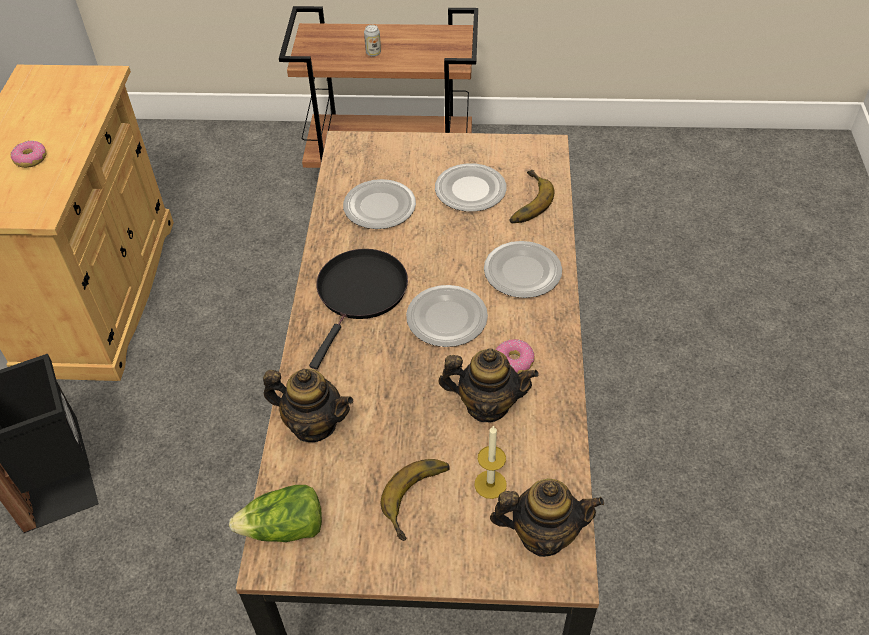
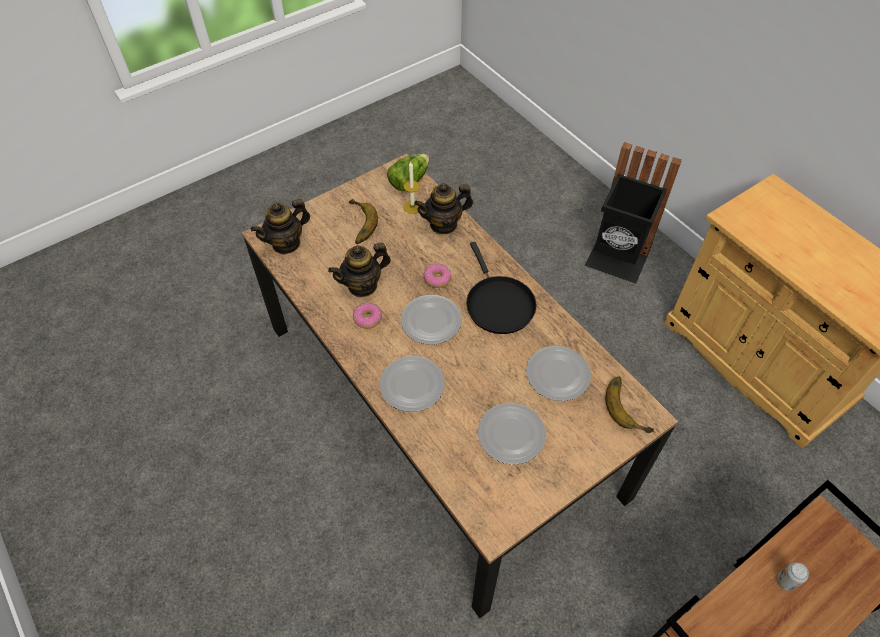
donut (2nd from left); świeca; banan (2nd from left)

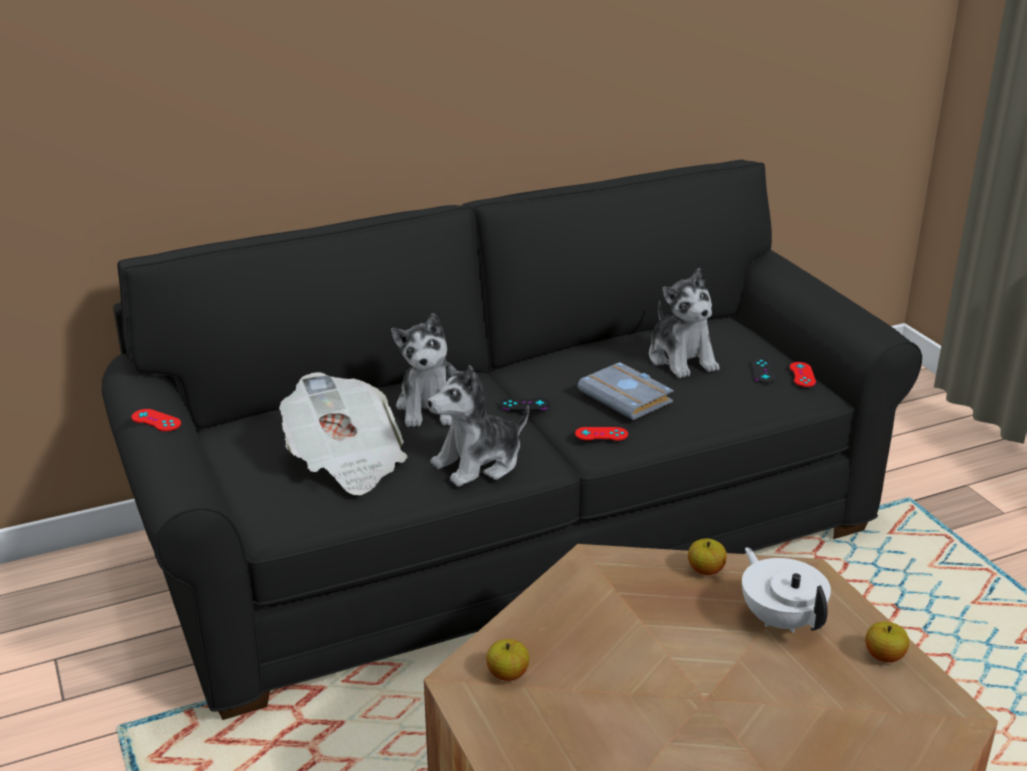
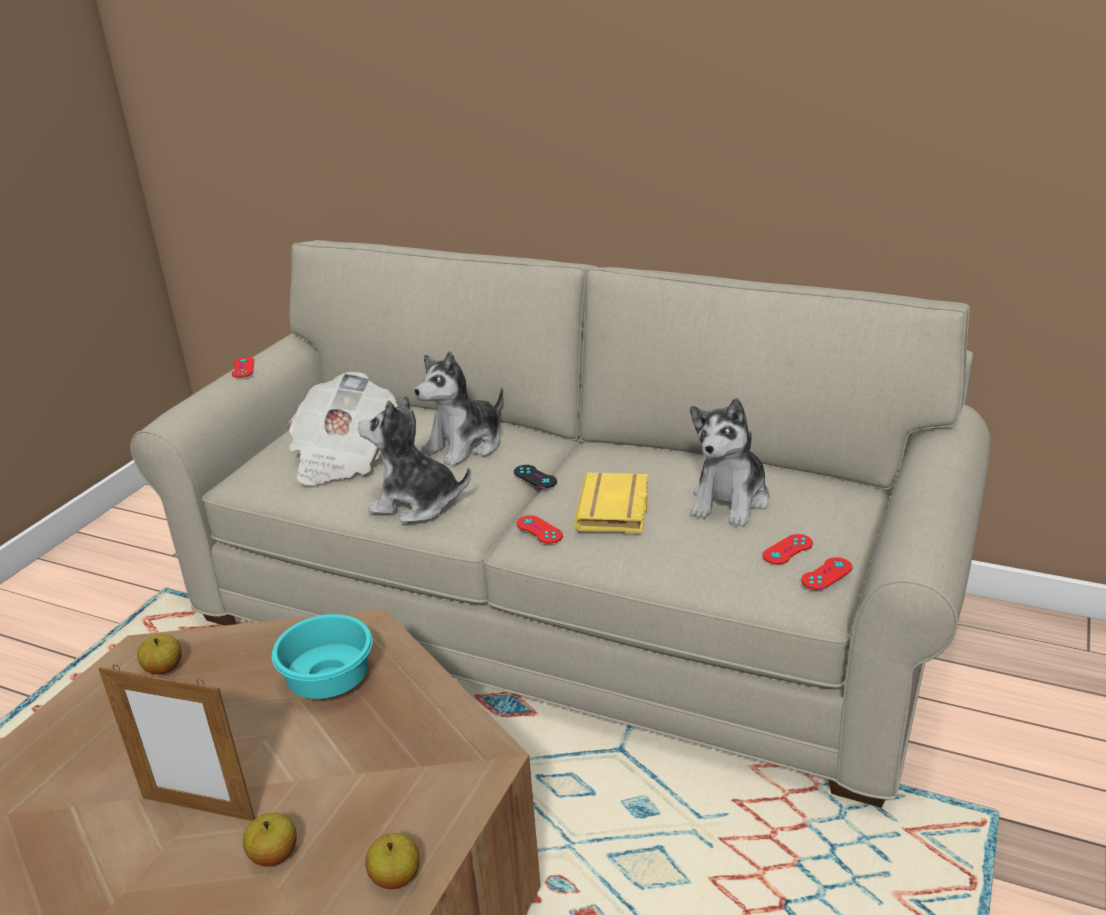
imbryk [biały]; ramka na zdjęcie; miska [turkusowy]; jabłko (2nd from left); kanapa [beżowy]; książka [żółty]; pad do gier [czerwony] (3rd from left)

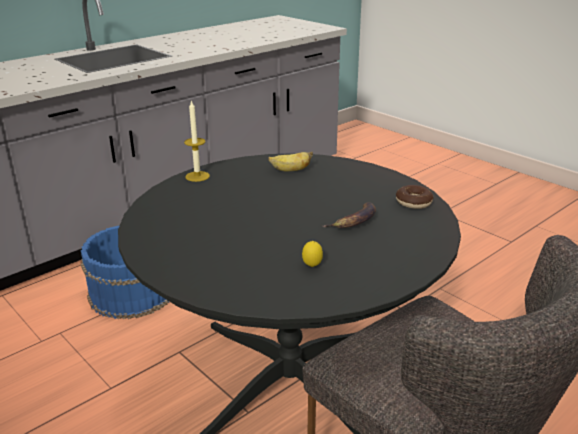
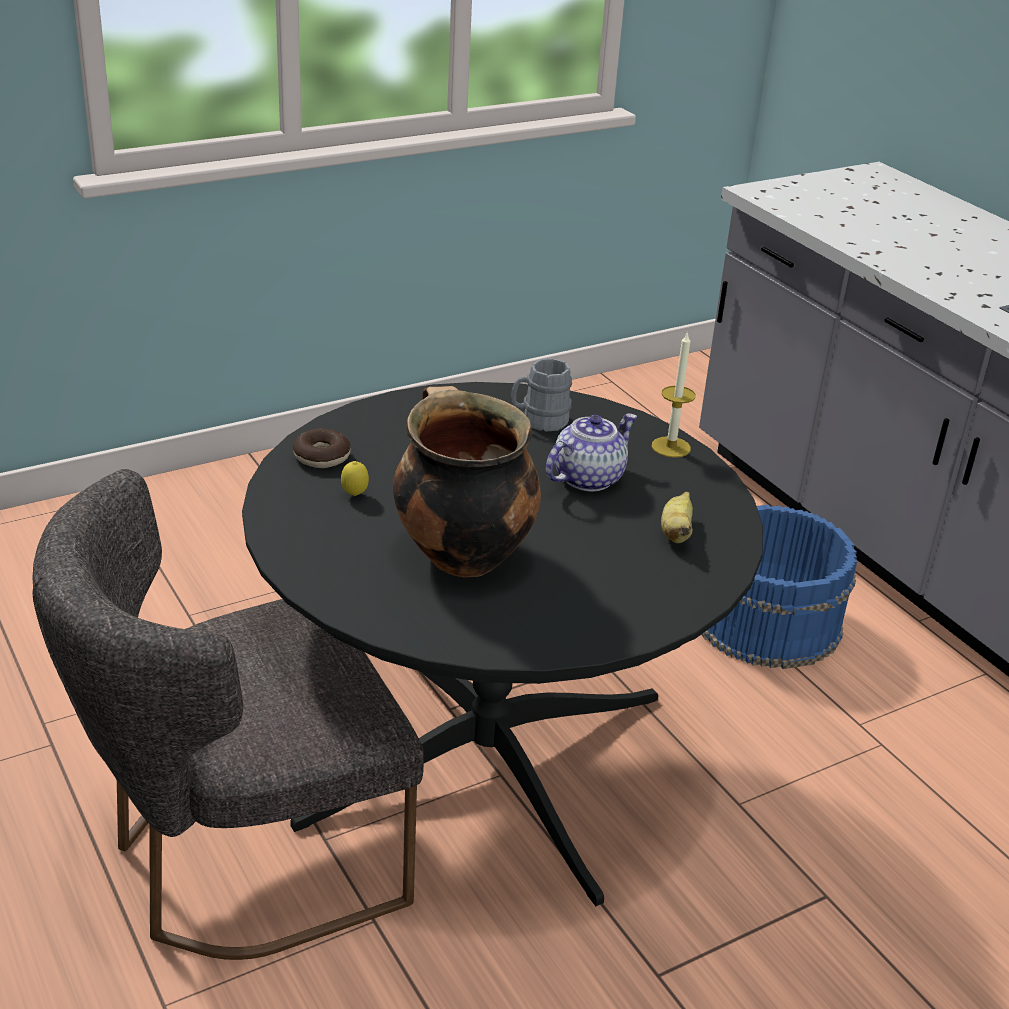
kubek [szary]; imbryk; donut; garnek

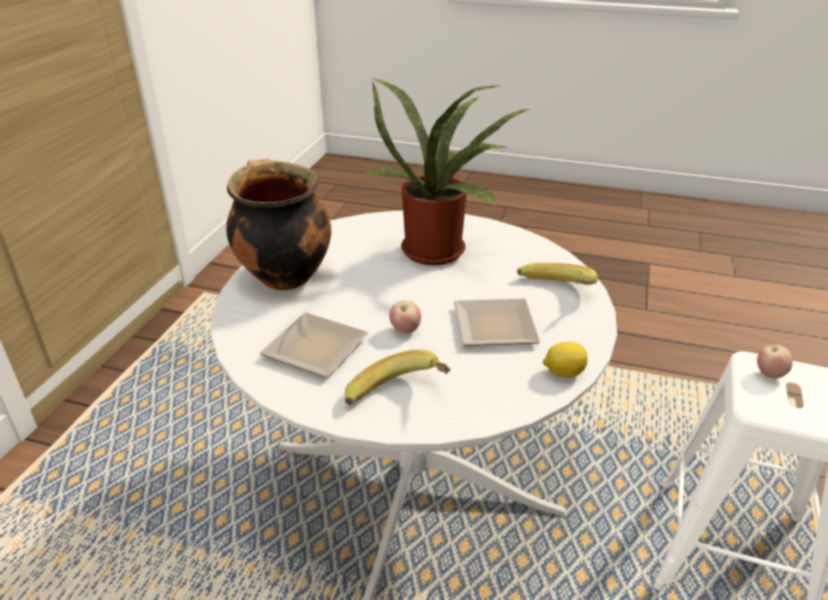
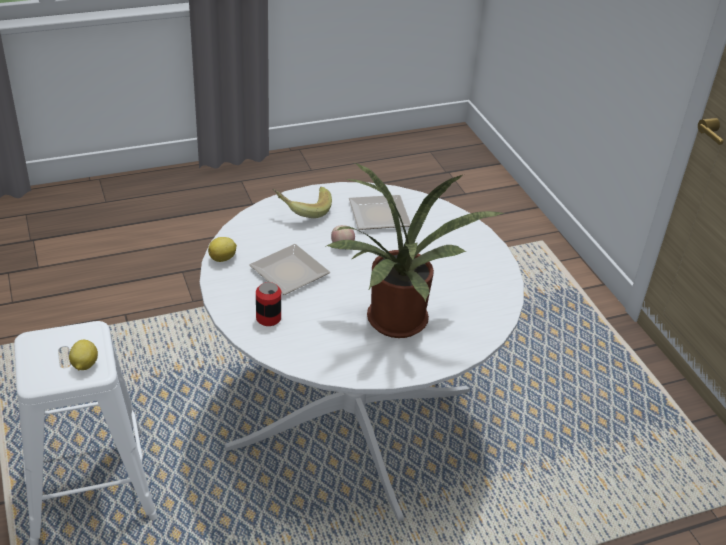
garnek; puszka; cytryna (1st from left)

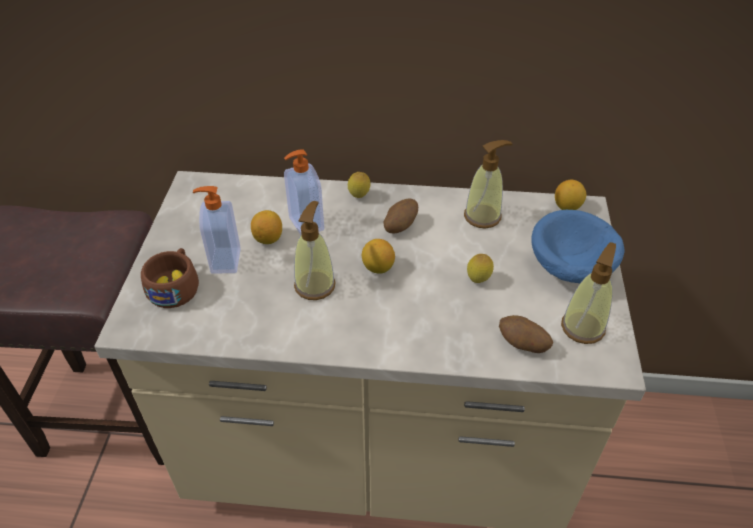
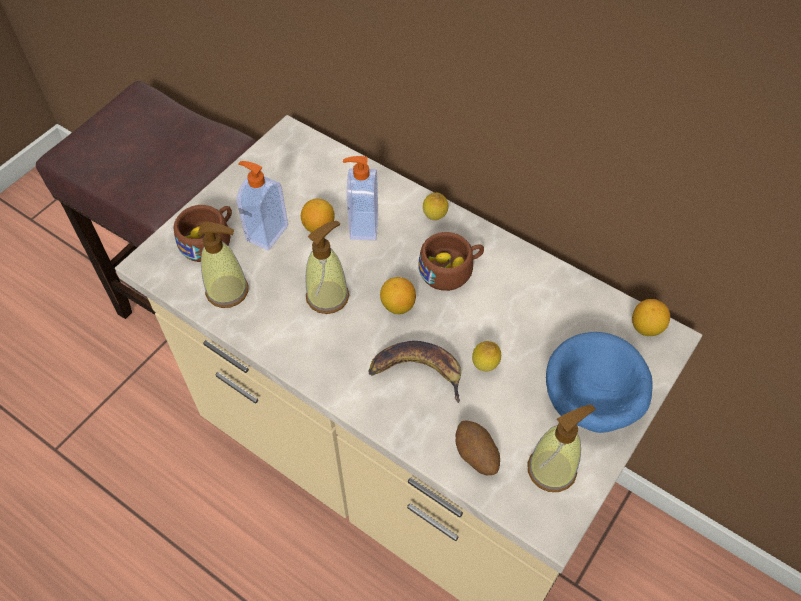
banan; dozownik mydła (1st from left); filiżanka [brązowy] (2nd from left)

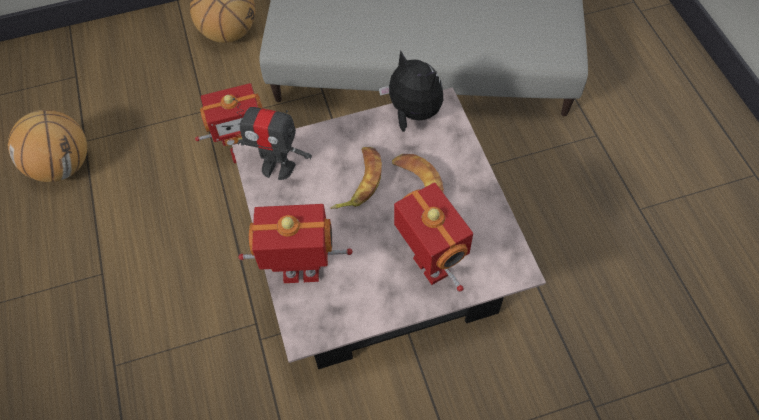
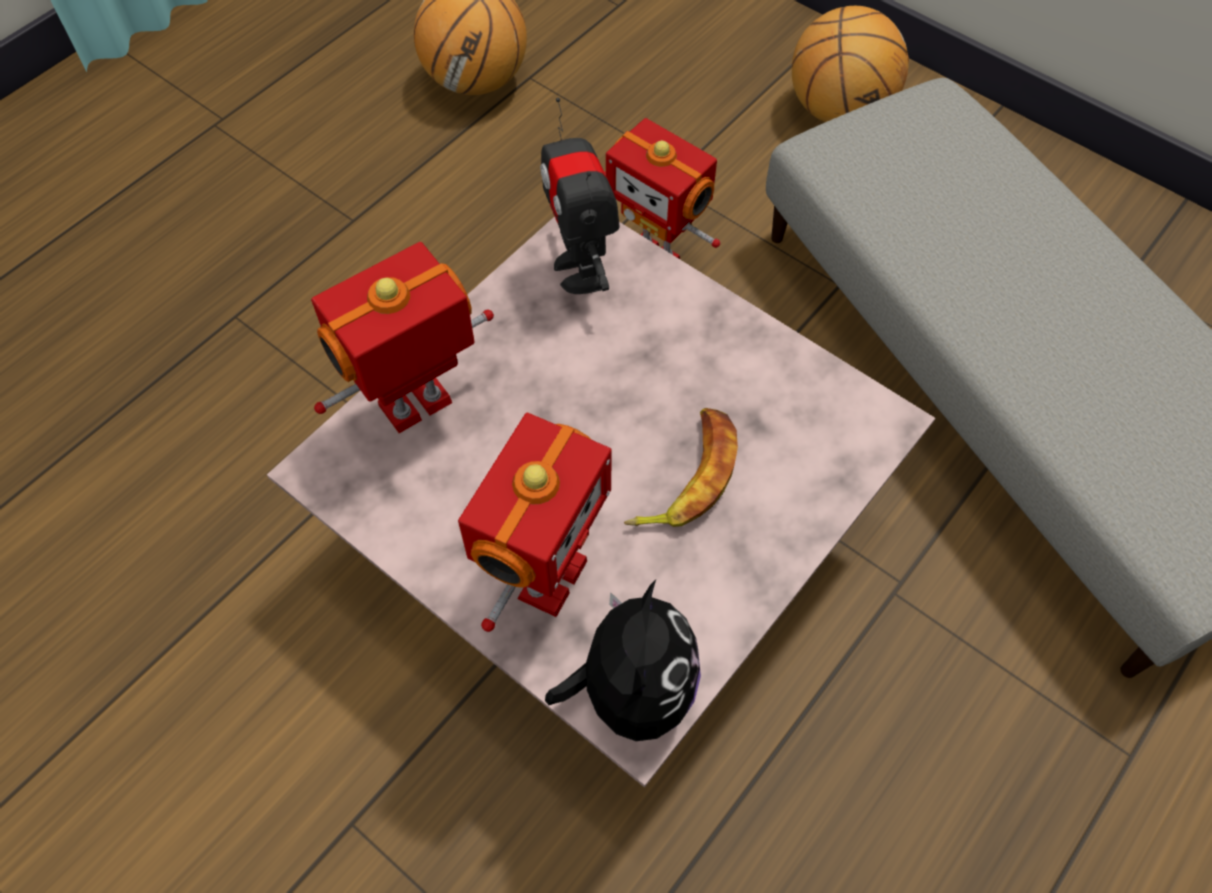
banan (1st from left in the first image); pluszak; robot zabawkowy (1st from left)

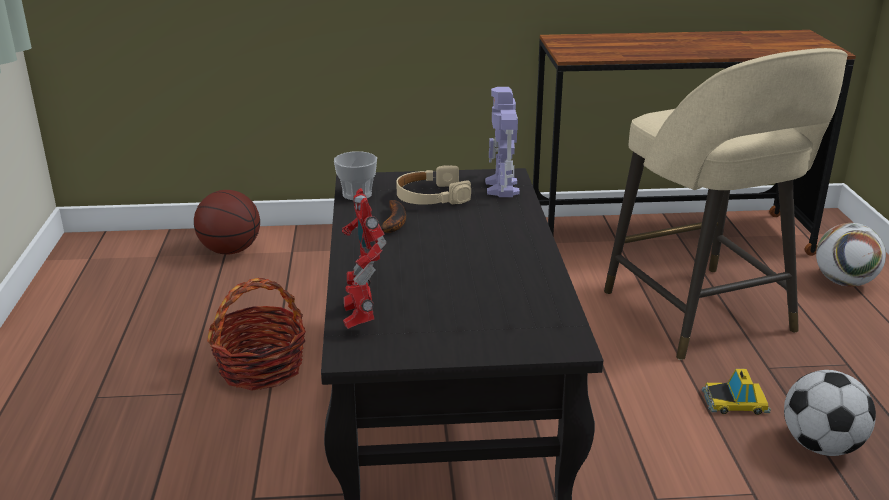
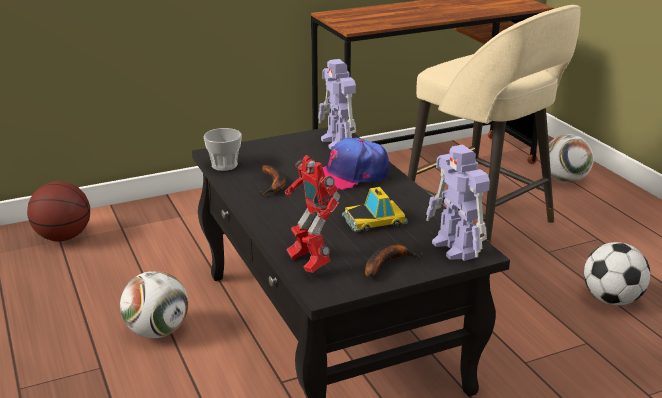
słuchawki [beżowy]; czapka z daszkiem; banan (2nd from left); robot zabawkowy (3rd from left); samochodzik; piłka futbolowa (1st from left)

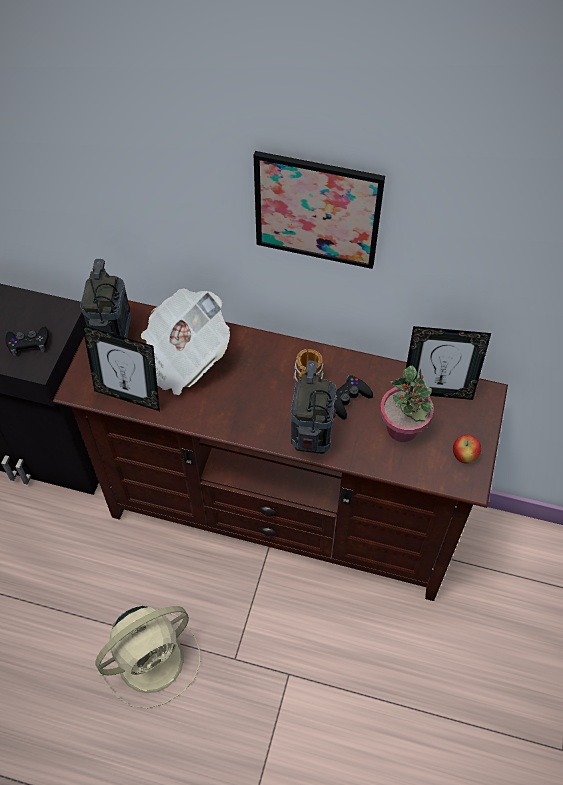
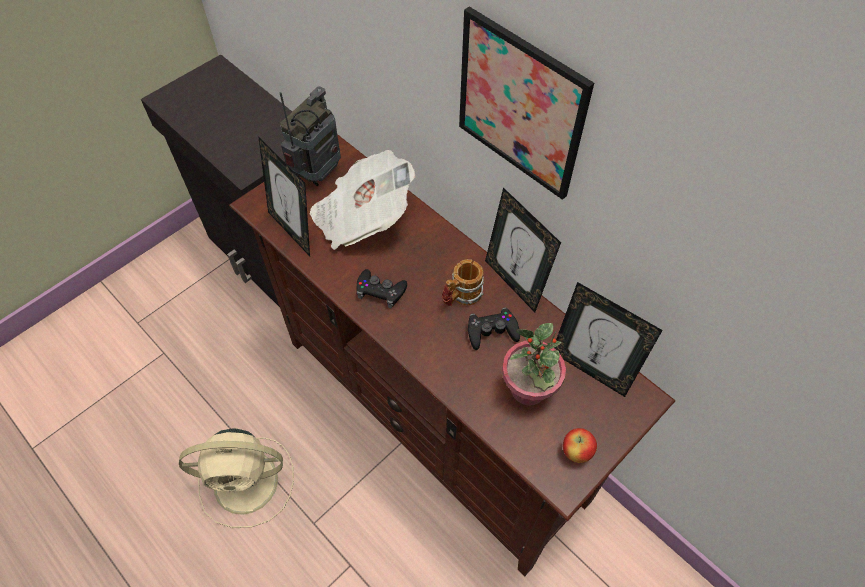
radio (2nd from left in the first image); ramka na zdjęcie (2nd from left); pad do gier [czarny] (1st from left)

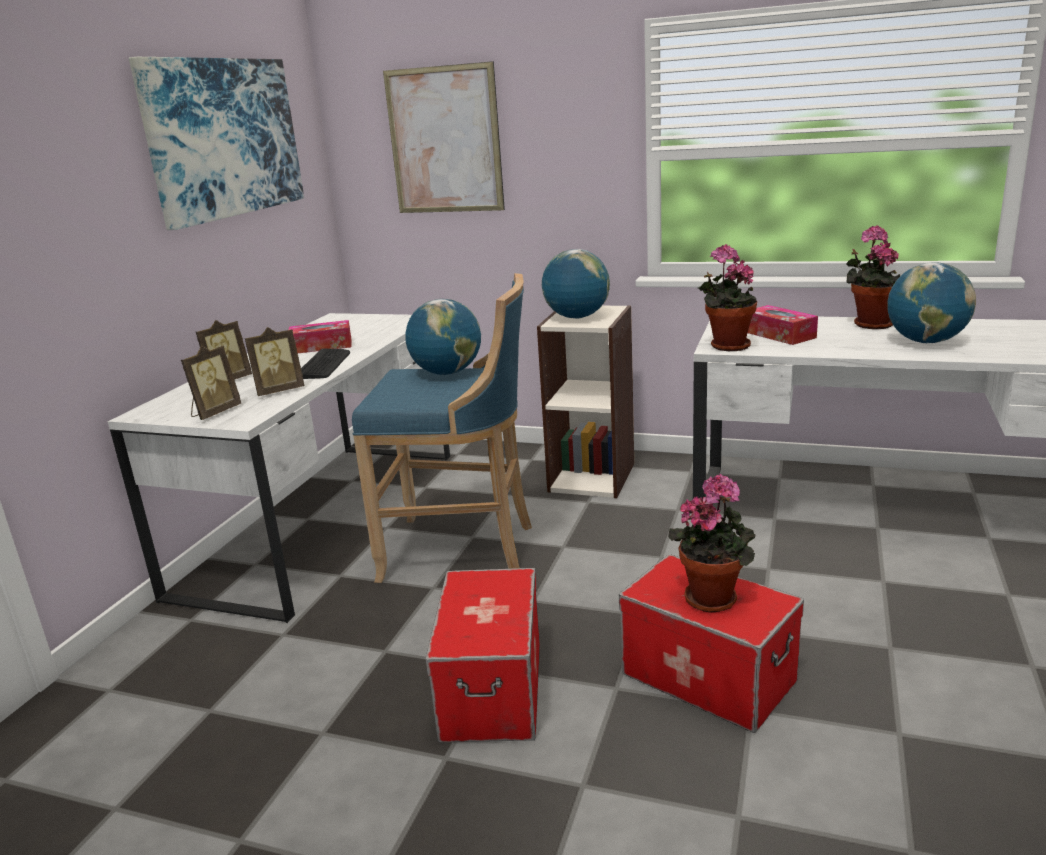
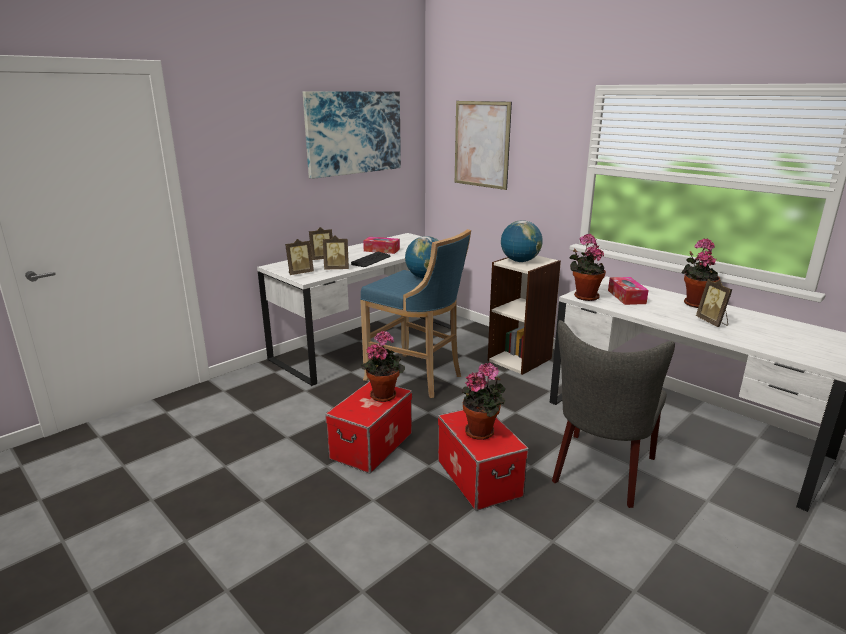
roślina doniczkowa (1st from left); krzesło [szary]; ramka na zdjęcie (4th from left)

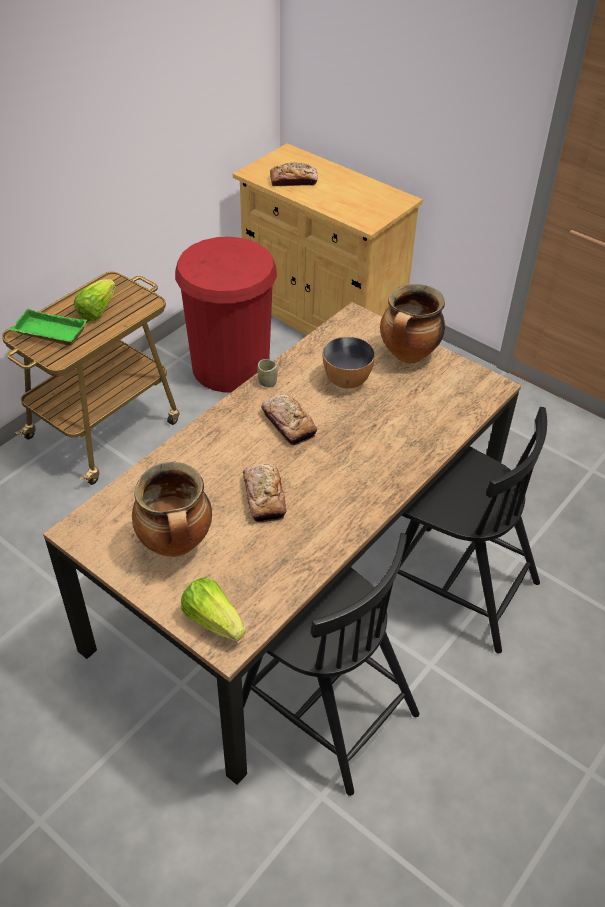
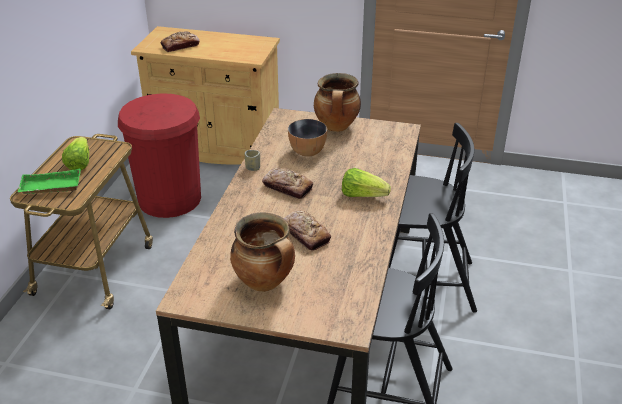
sałata (2nd from left)

